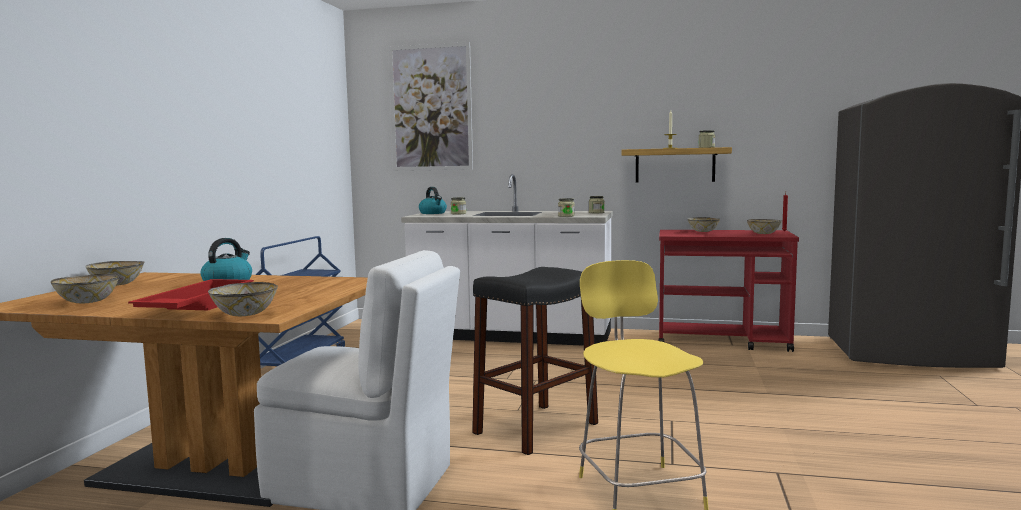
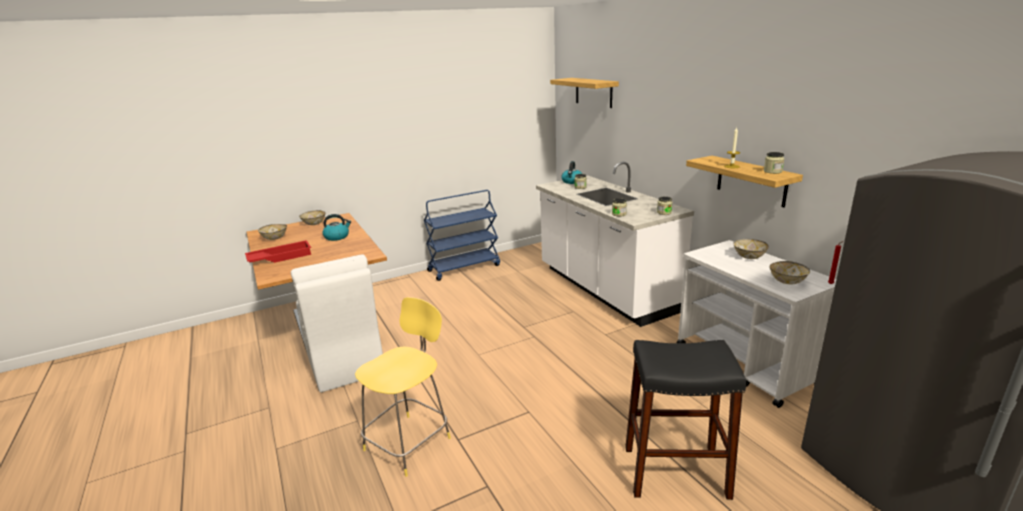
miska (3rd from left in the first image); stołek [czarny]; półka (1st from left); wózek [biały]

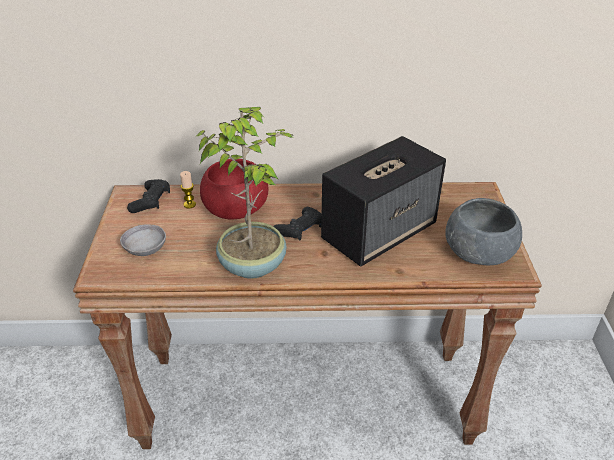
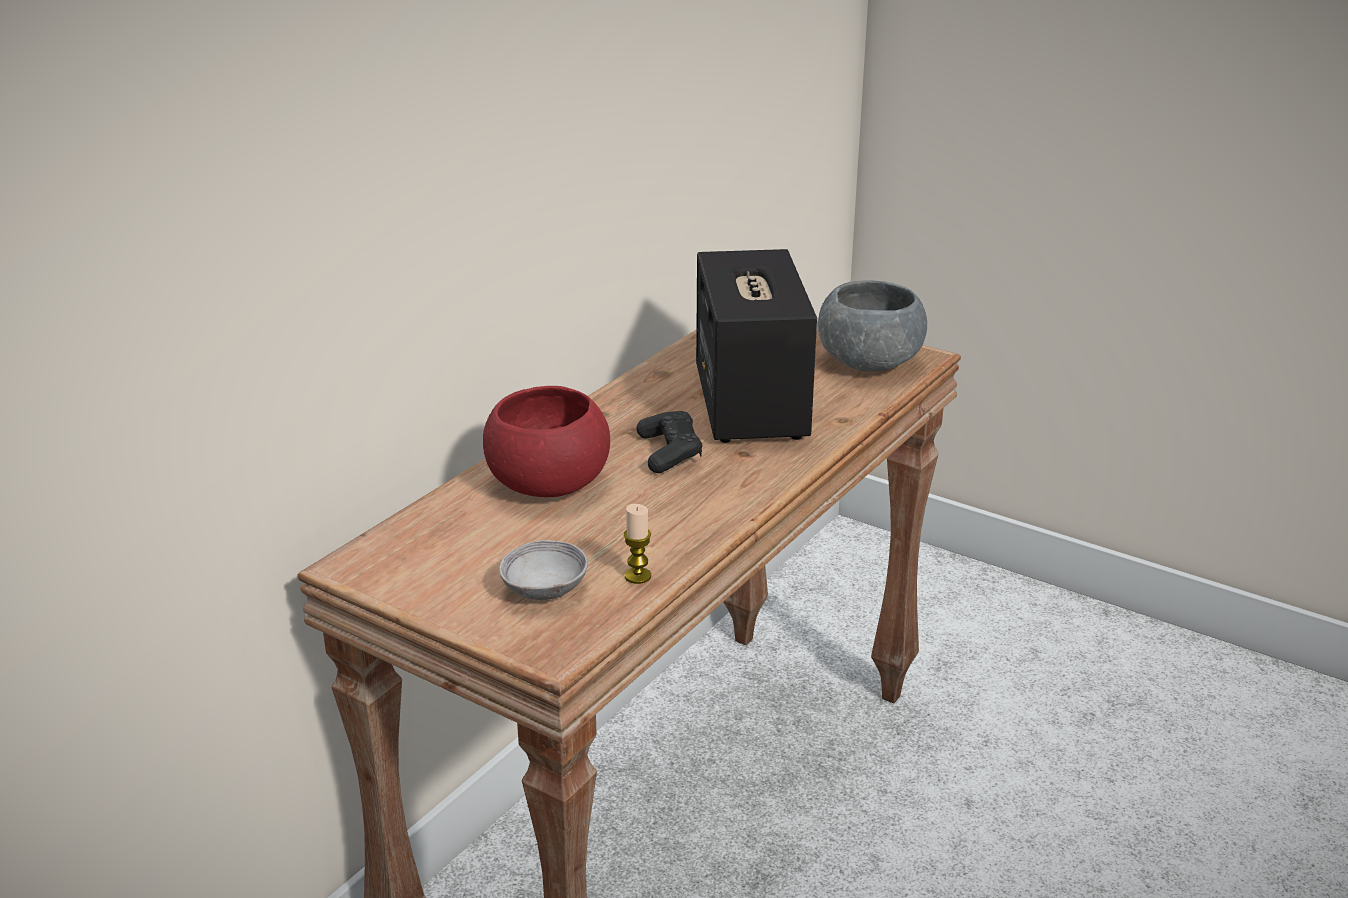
pad do gier [czarny] (1st from left in the first image); roślina doniczkowa; świeca

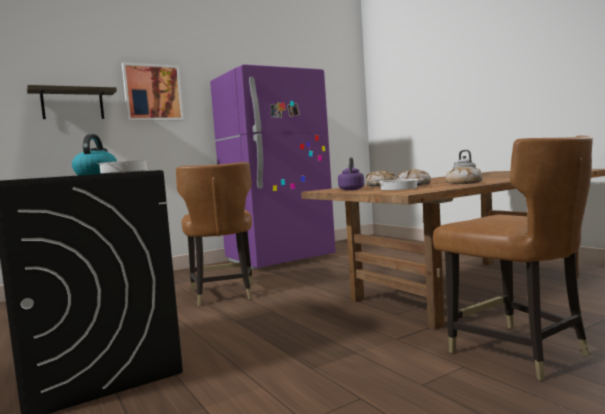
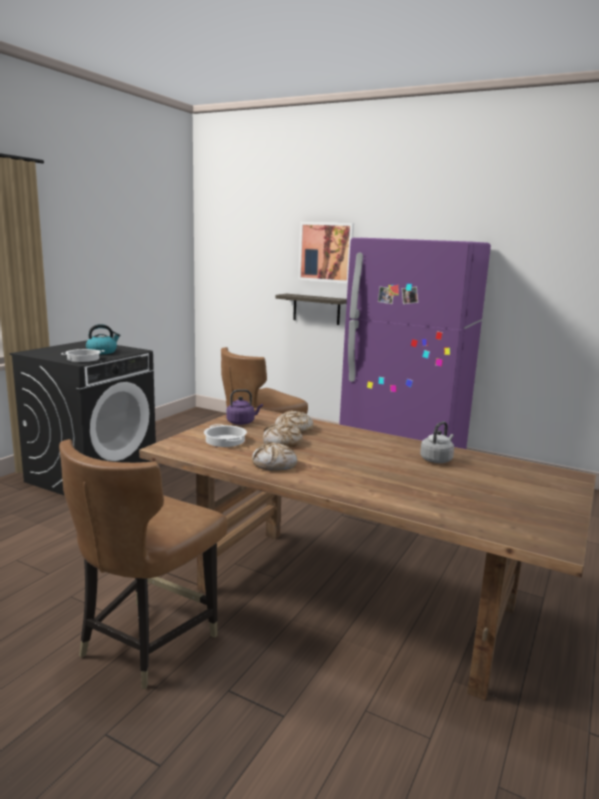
półka

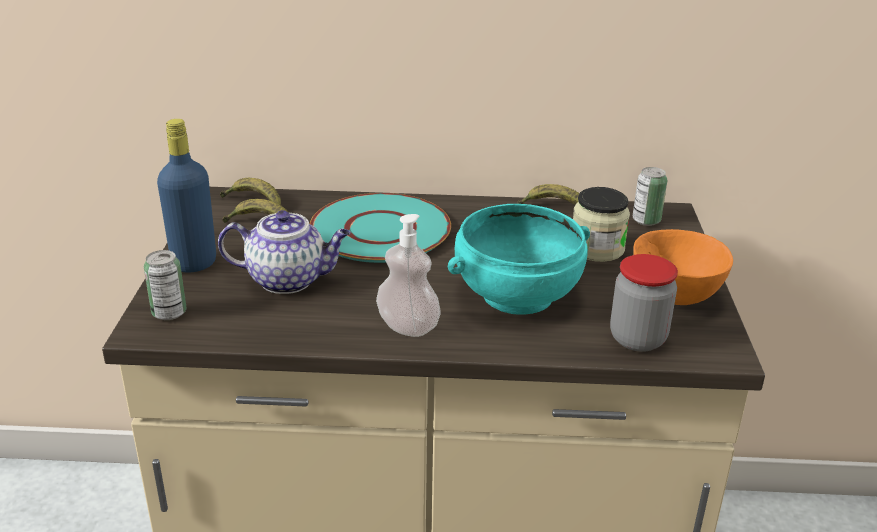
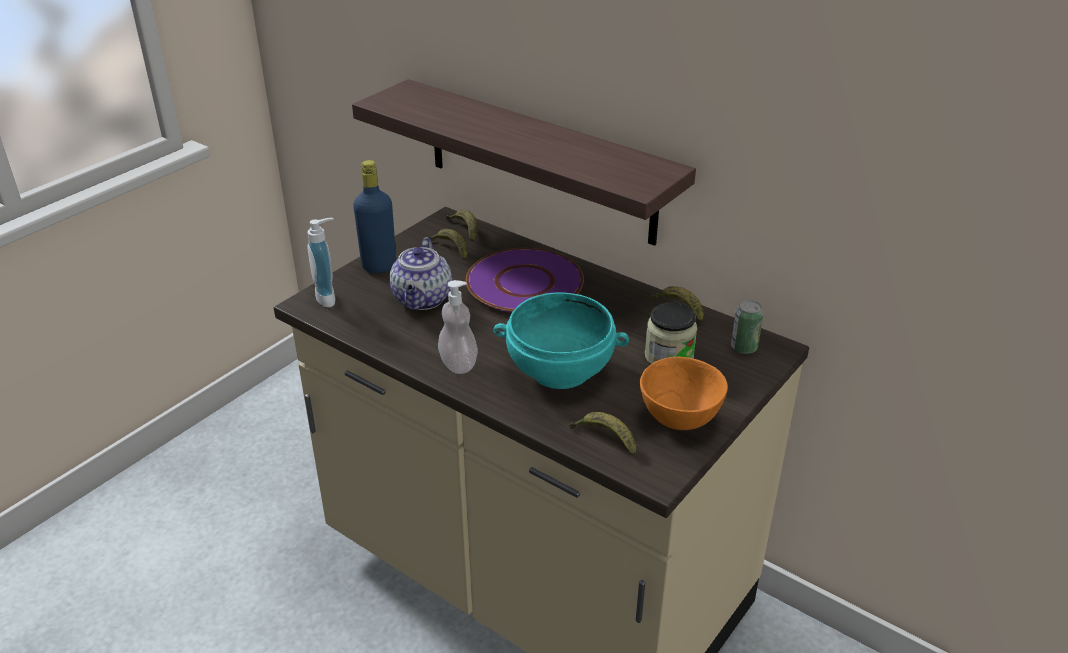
półka; dozownik mydła (1st from left); banan (3rd from left); talerz [fioletowy]; imbryk

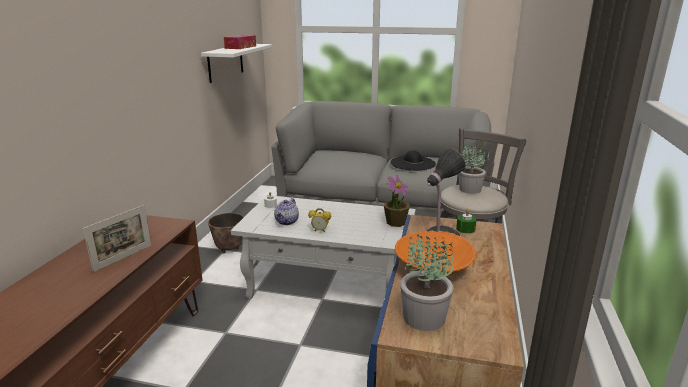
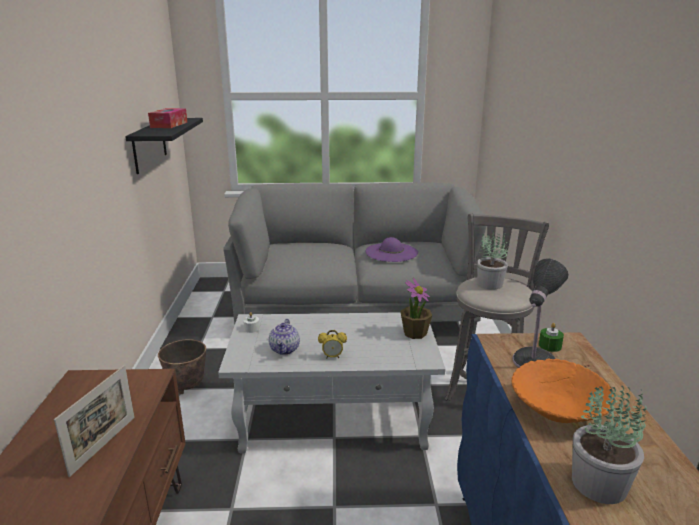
półka [czarny]; kapelusz [fioletowy]

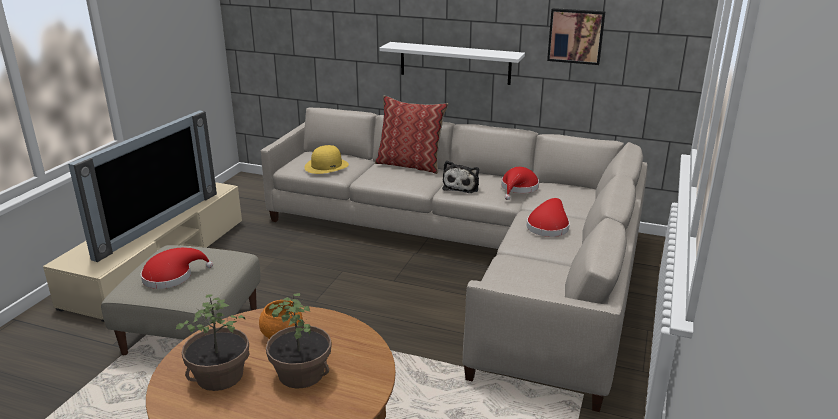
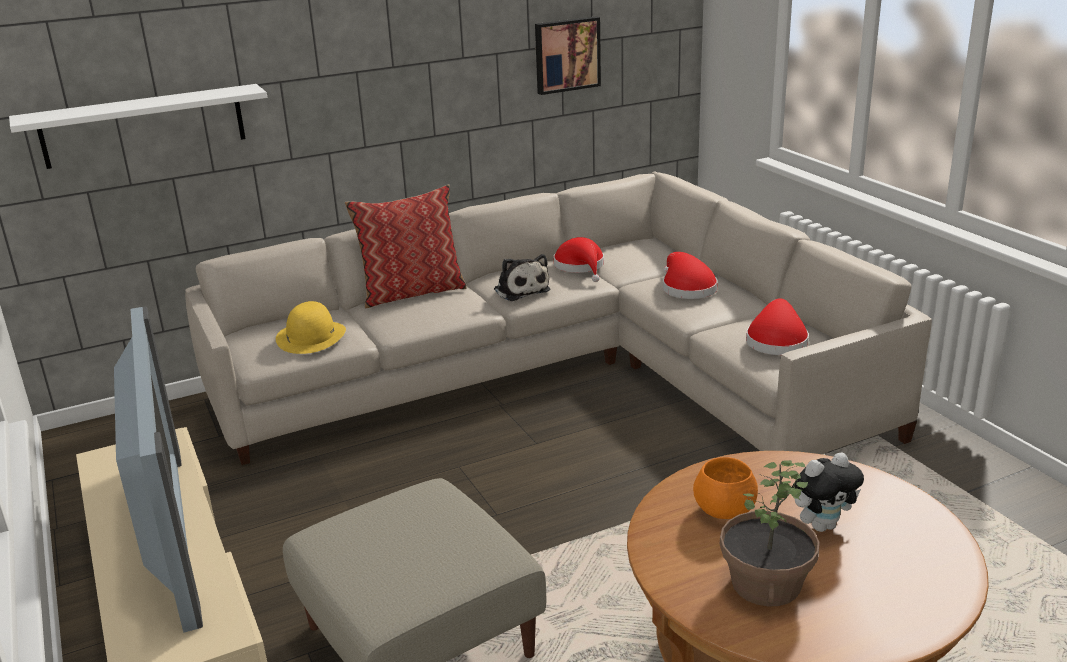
kapelusz [czerwony] (3rd from left); półka [biały]; pluszak (2nd from left)

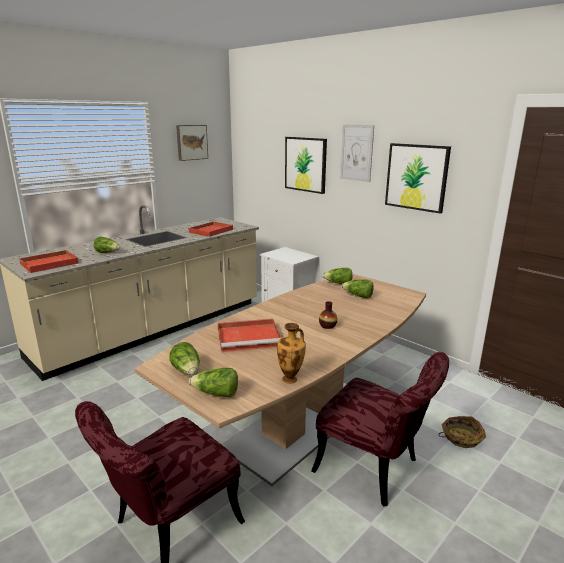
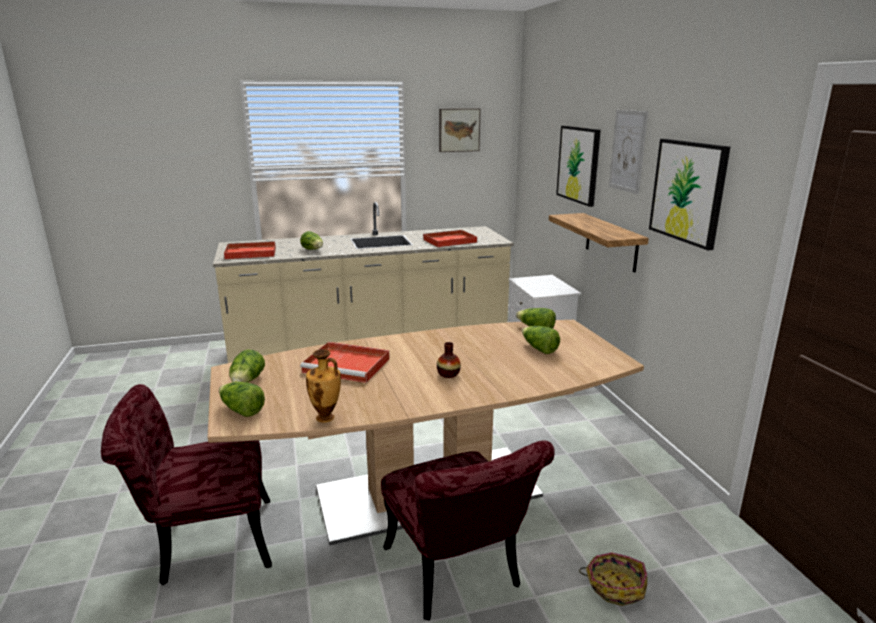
półka

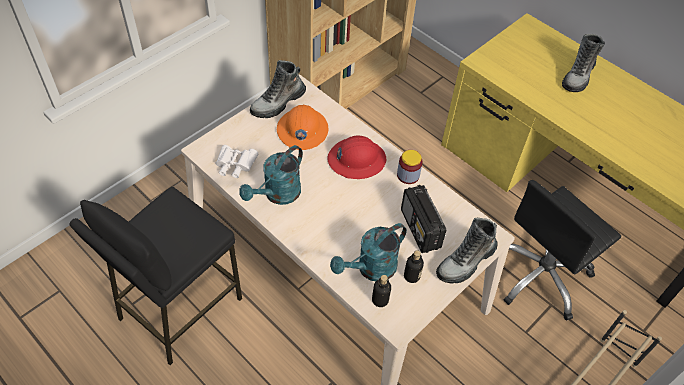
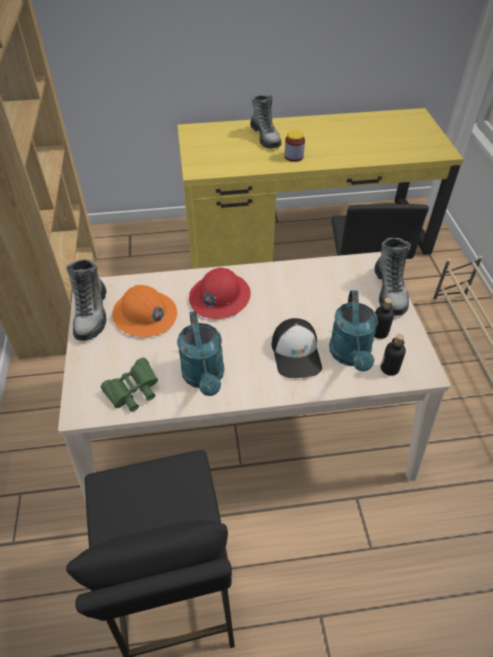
radio; czapka z daszkiem; słoik; lornetka [zielony]

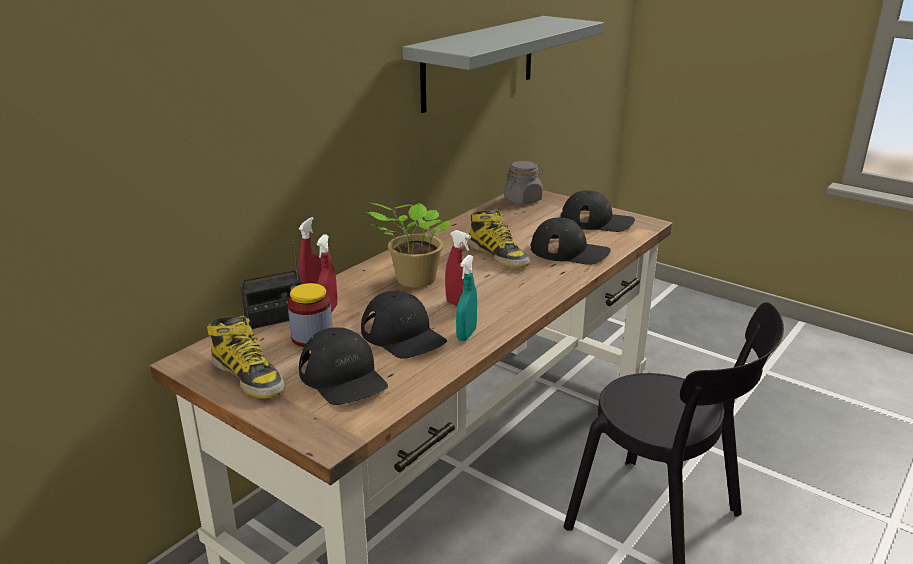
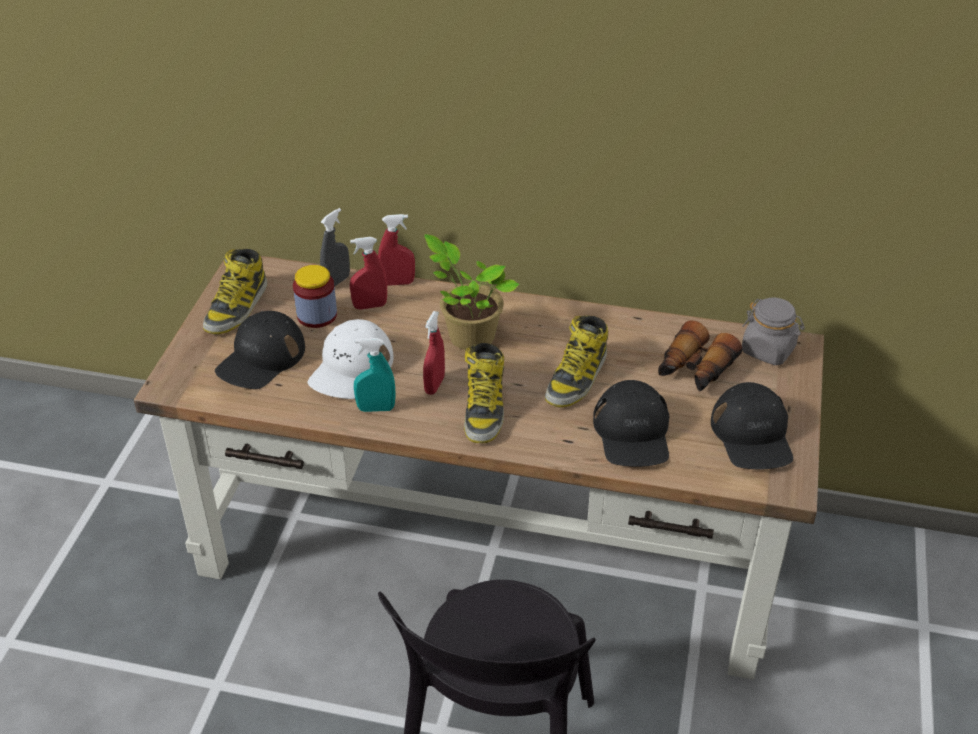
półka [szary]; but z cholewką (2nd from left); lornetka; spryskiwacz [szary]; czapka z daszkiem [biały]

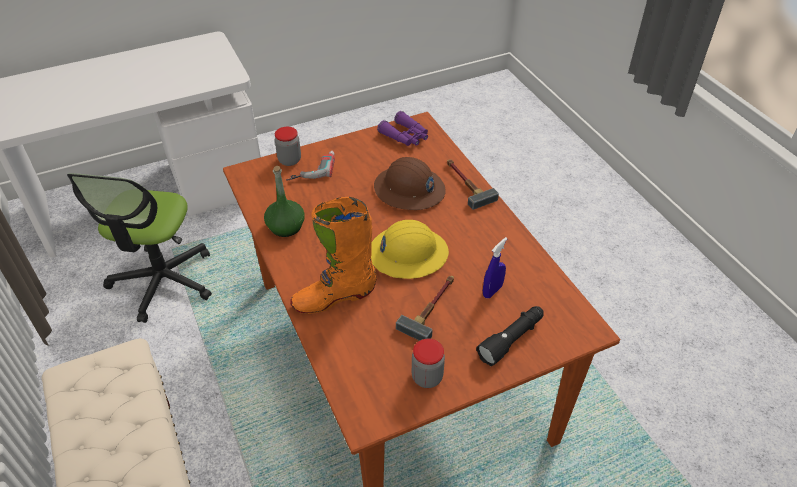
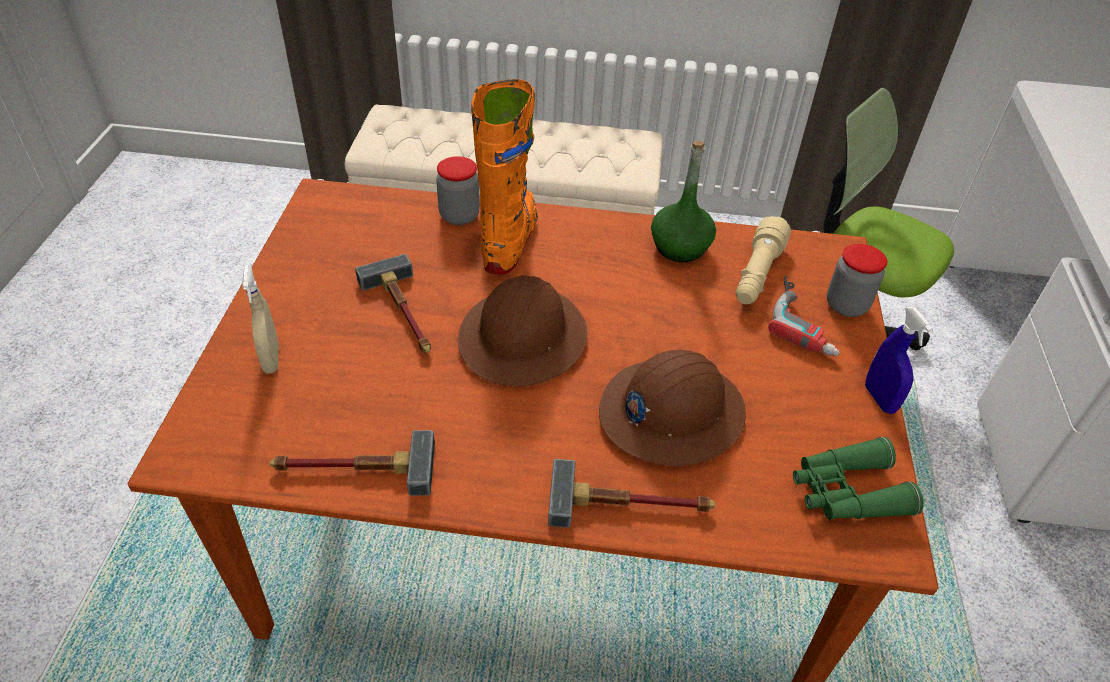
młotek (1st from left); latarka [beżowy]; słoik (1st from left); spryskiwacz [niebieski]; spryskiwacz [beżowy]; kask [brązowy] (1st from left); lornetka [zielony]

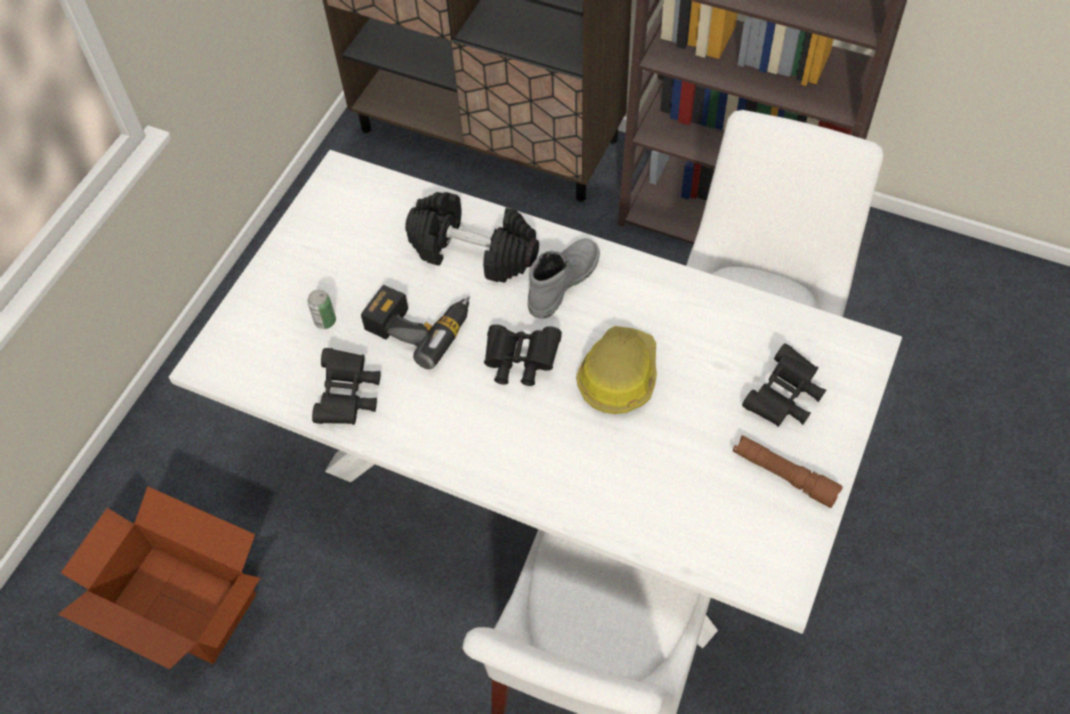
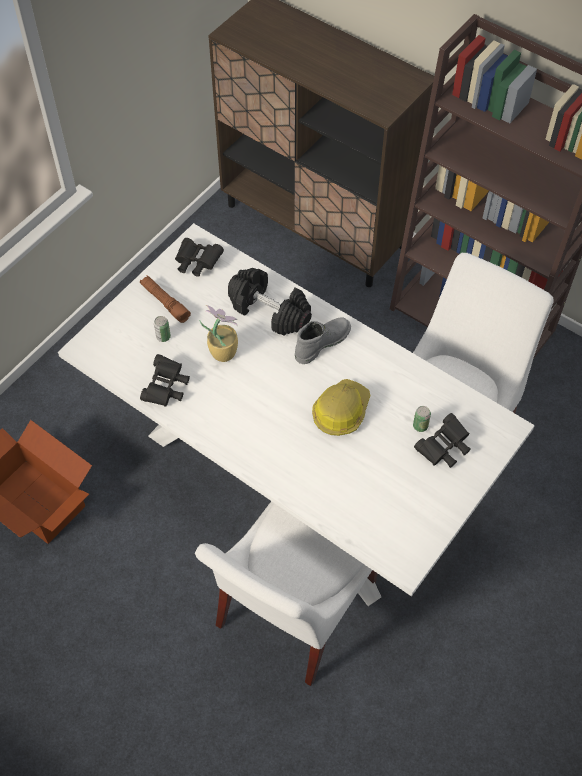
puszka (2nd from left); lornetka [czarny] (2nd from left); latarka [brązowy]; roślina doniczkowa

